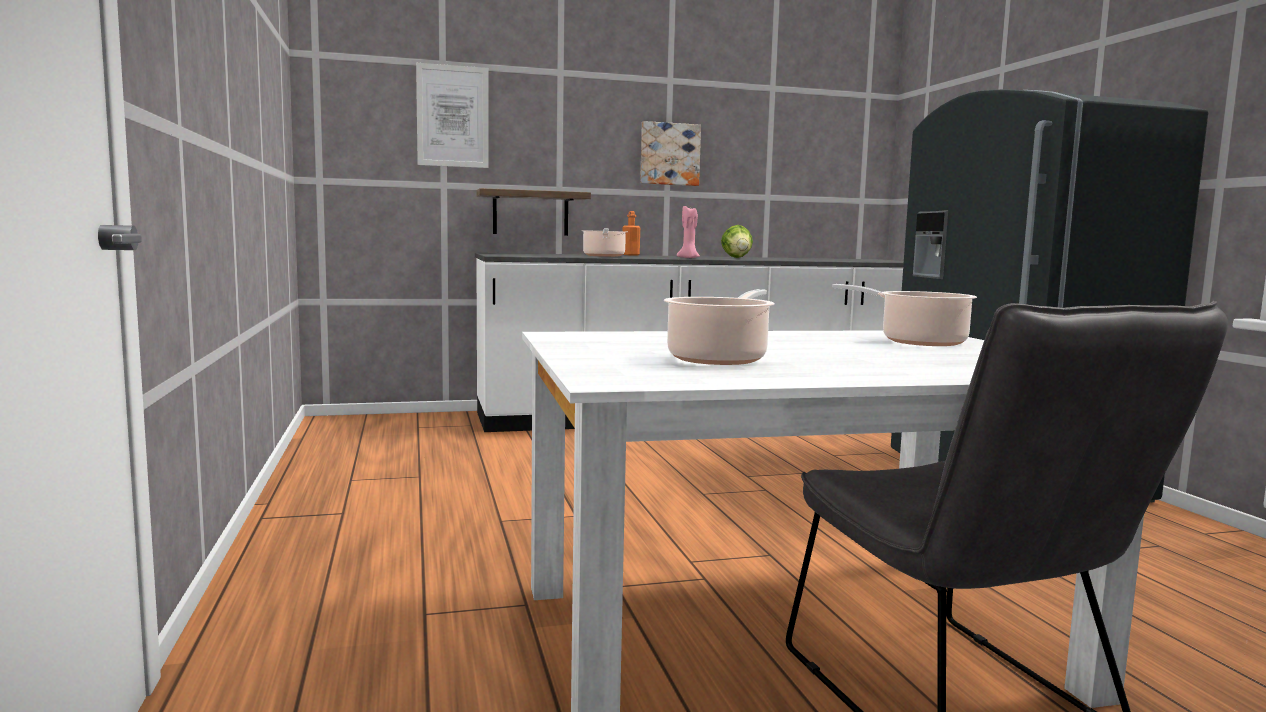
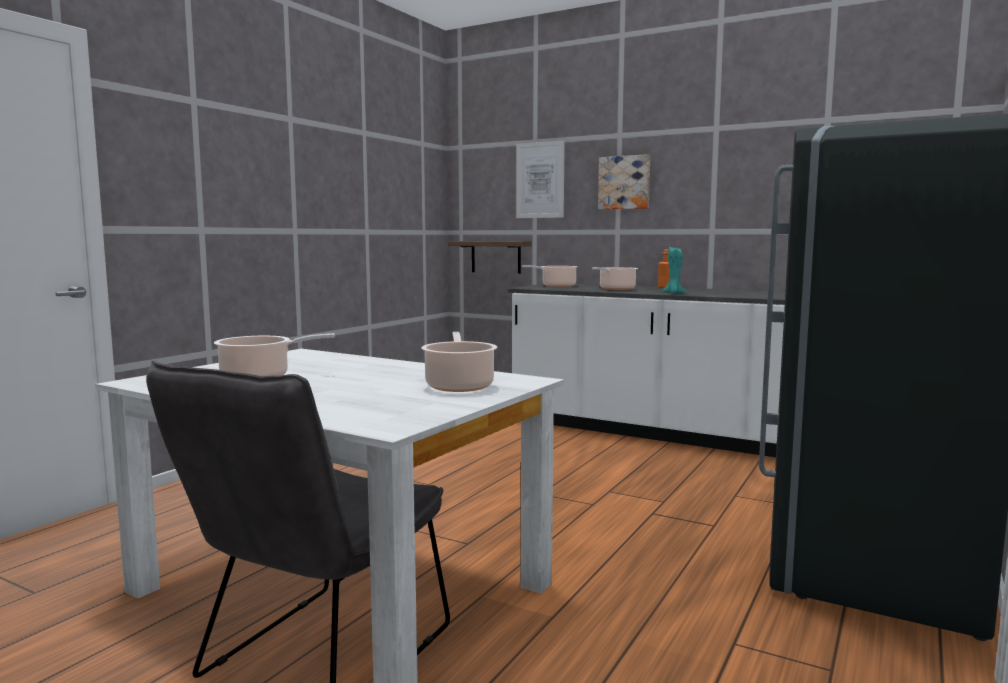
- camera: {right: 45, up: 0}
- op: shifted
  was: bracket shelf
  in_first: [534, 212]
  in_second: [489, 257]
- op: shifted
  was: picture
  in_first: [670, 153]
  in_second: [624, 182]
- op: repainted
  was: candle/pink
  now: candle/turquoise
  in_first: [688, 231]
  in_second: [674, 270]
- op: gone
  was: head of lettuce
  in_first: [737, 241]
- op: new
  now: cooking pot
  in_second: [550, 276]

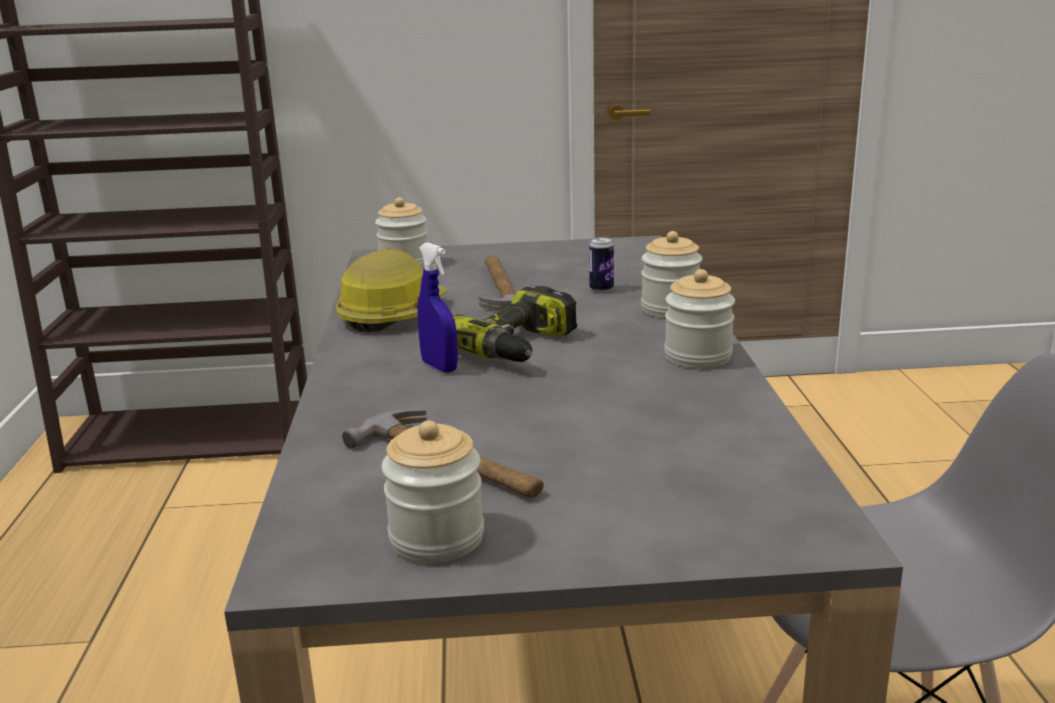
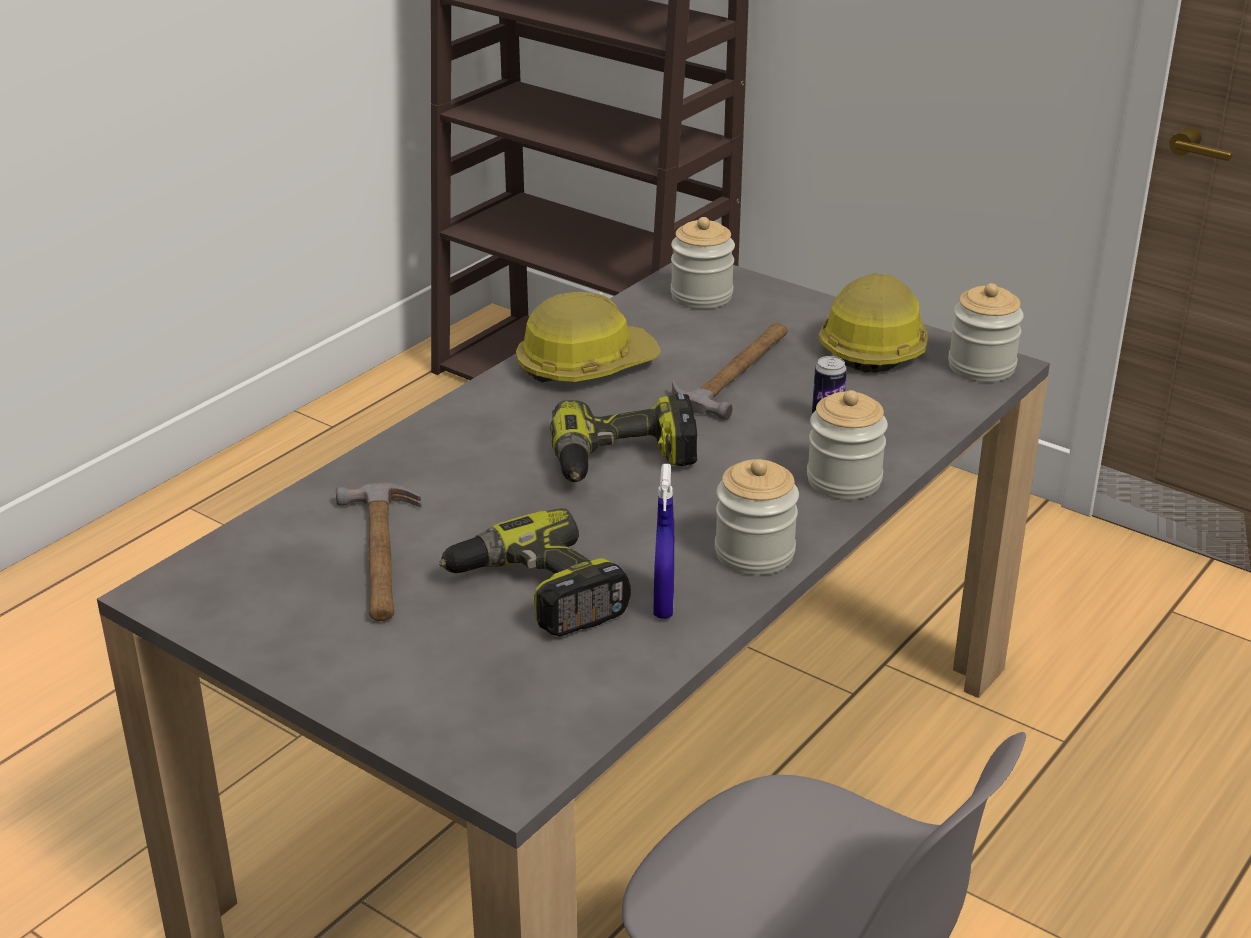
- camera: {right: 40, up: 10}
- op: shifted
  was: jar
  in_first: [432, 491]
  in_second: [986, 332]
- op: shifted
  was: sprayer/blue-coloured
  in_first: [438, 307]
  in_second: [663, 541]
- op: new
  now: power drill
  in_second: [535, 572]
- op: new
  now: work helmet
  in_second: [873, 323]

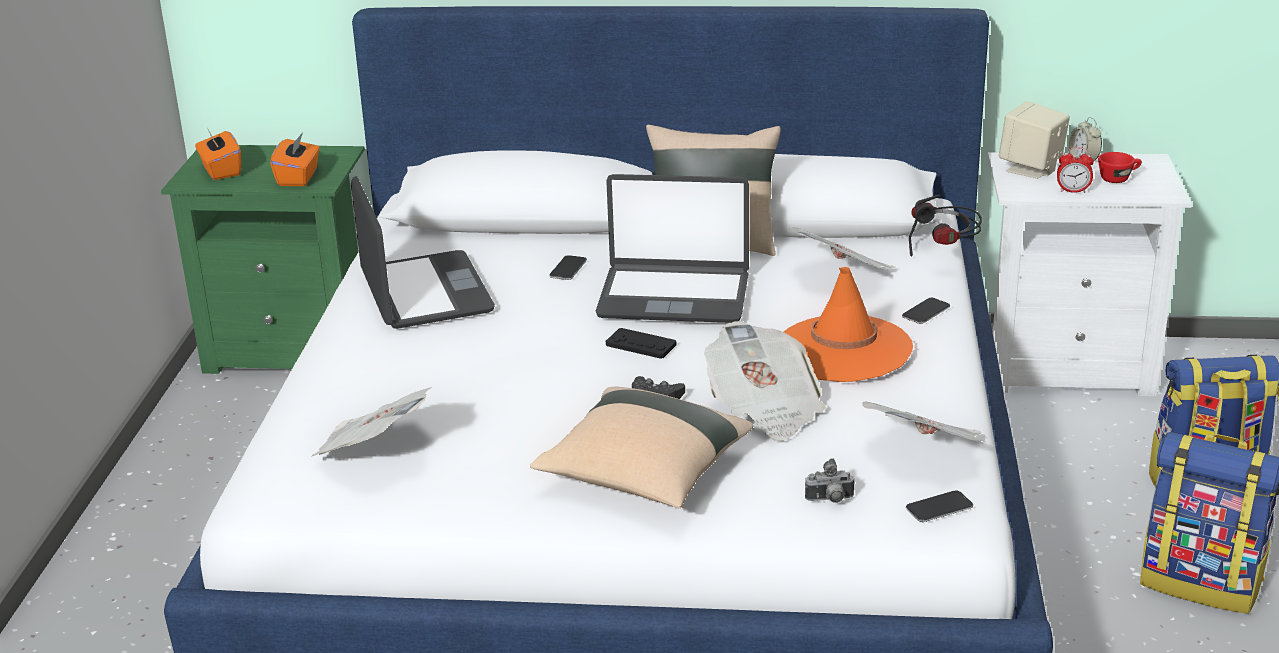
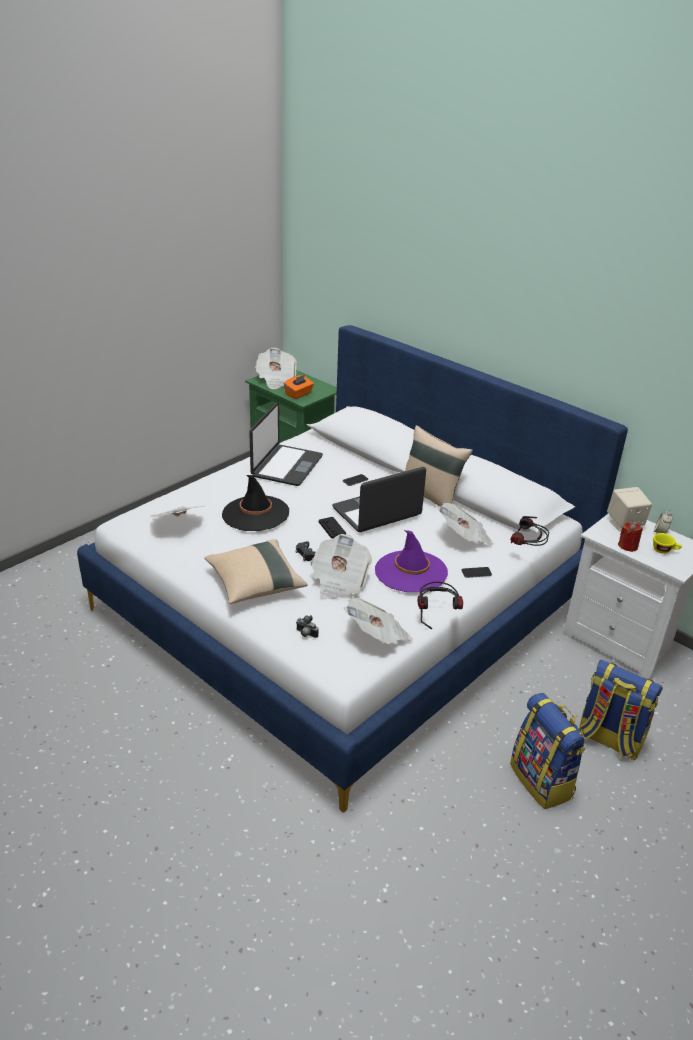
- camera: {right: 35, up: 5}
- op: swapped
  was: box of tissues/orange
  now: newspaper
  in_first: [218, 154]
  in_second: [276, 368]
- op: rotated
  was: notebook computer
  in_first: [672, 248]
  in_second: [379, 499]
  clockwise: 105
- op: repainted
  was: wearable hat/orange
  now: wearable hat/purple-coloured
  in_first: [848, 324]
  in_second: [411, 561]
- op: gone
  was: handset
  in_first: [939, 506]
- op: swapped
  was: bedside clock
  now: candle/reddish
  in_first: [1075, 170]
  in_second: [630, 537]
- op: repainted
  was: small cup/reddish
  now: small cup/yellowish
  in_first: [1120, 167]
  in_second: [667, 543]
- op: new
  now: wearable hat/black
  in_second: [255, 503]
- op: new
  now: headphones
  in_second: [440, 605]

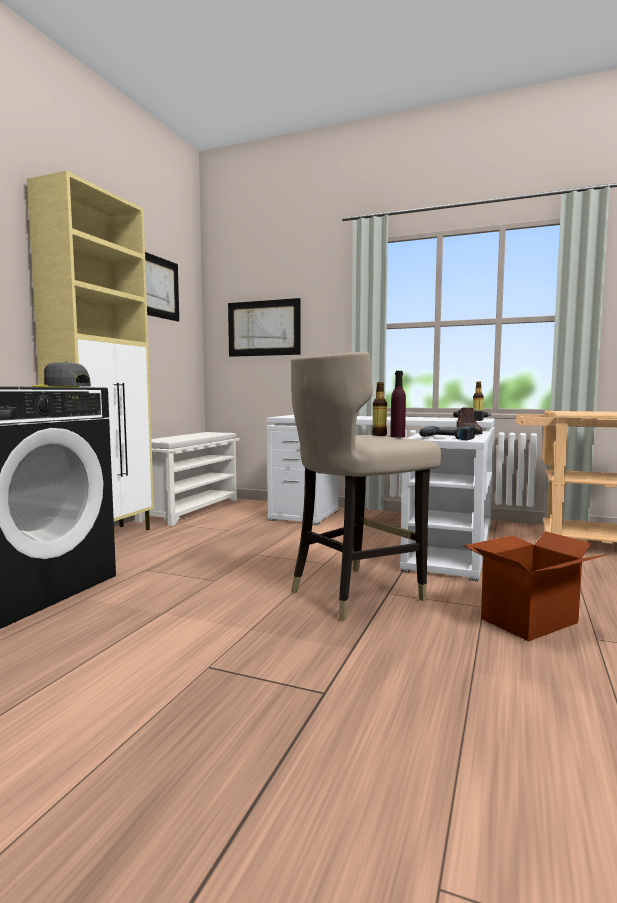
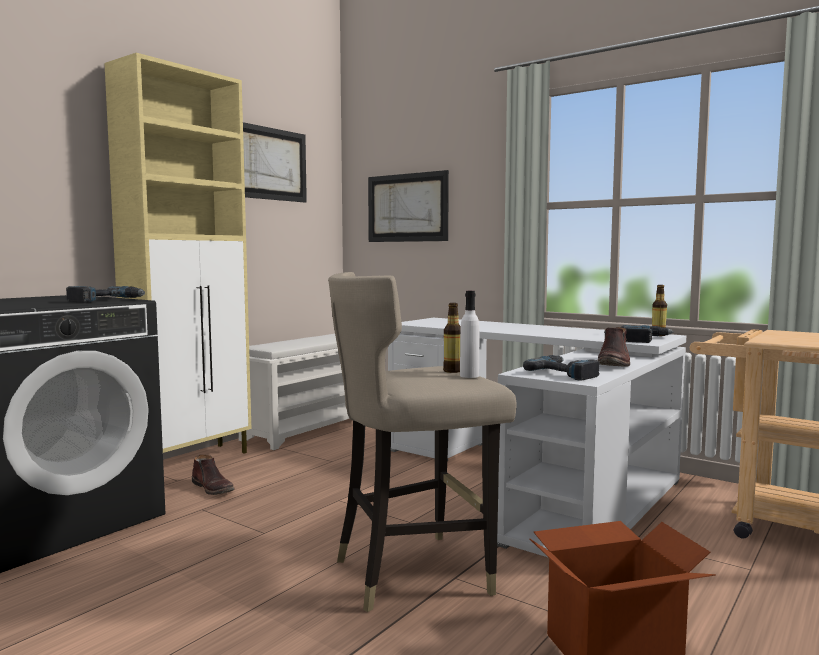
- camera: {right: 15, up: 0}
- op: swapped
  was: cap/greyish
  now: power drill
  in_first: [61, 374]
  in_second: [105, 294]
- op: repainted
  was: drink bottle/purple-coloured
  now: drink bottle/white
  in_first: [398, 404]
  in_second: [470, 334]
- op: new
  now: high-top boot/brown
  in_second: [213, 474]

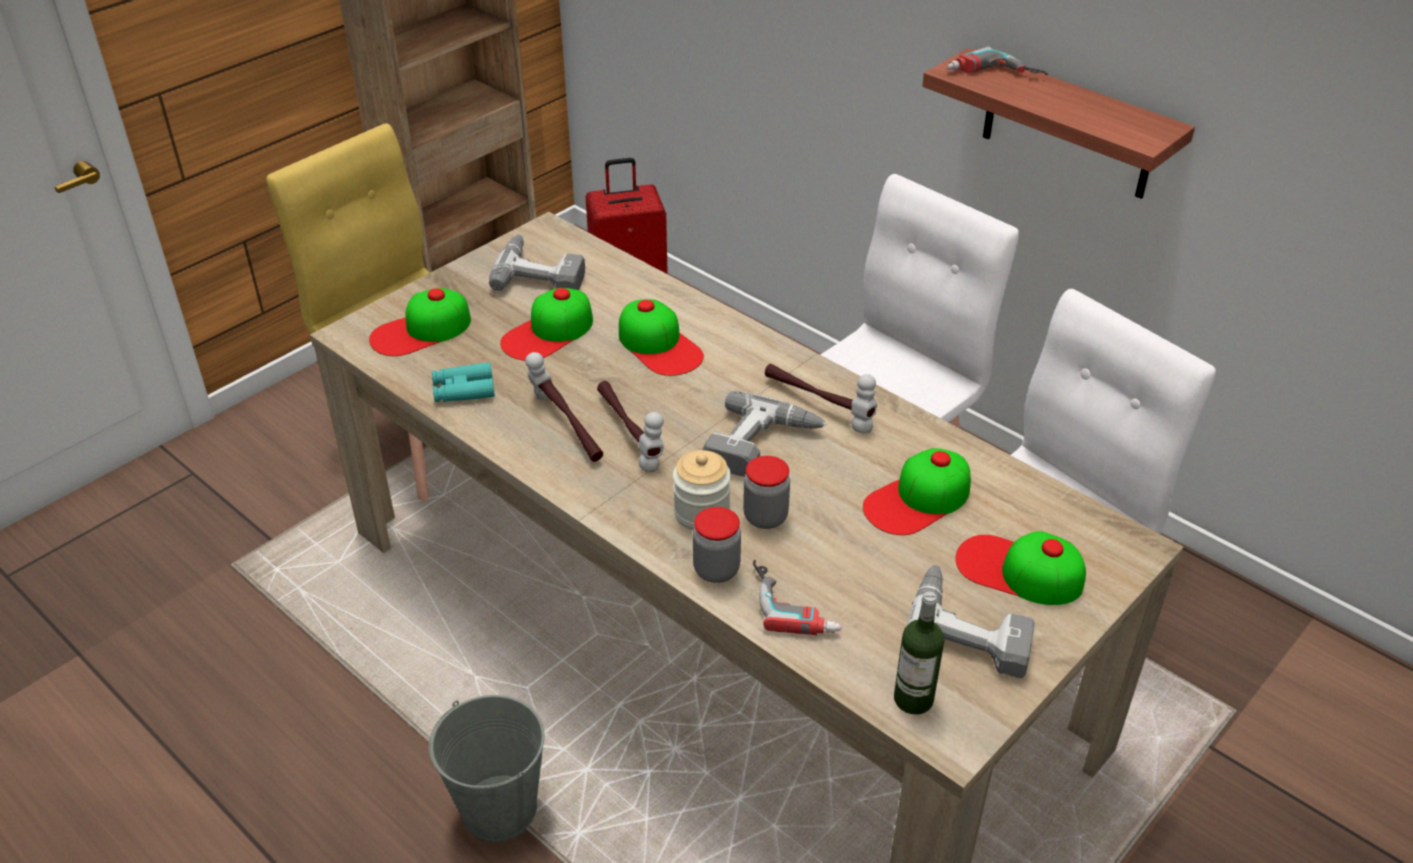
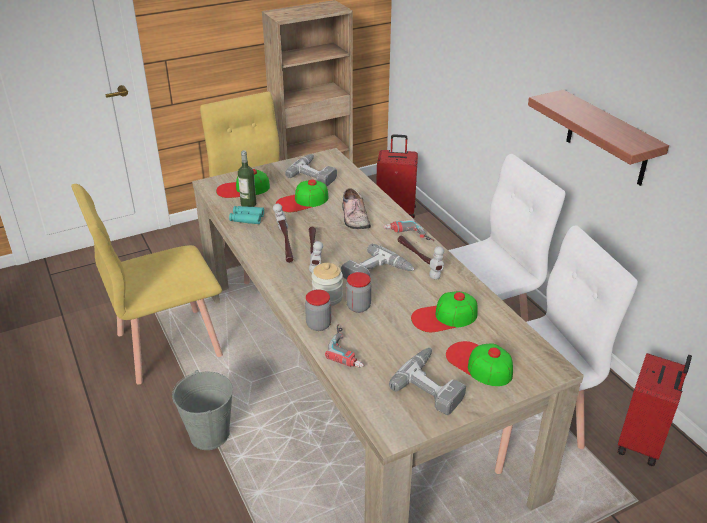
- camera: {right: 20, up: -5}
- op: swapped
  was: cap
  now: item of footwear
  in_first: [661, 337]
  in_second: [356, 208]
- op: shifted
  was: drink bottle
  in_first: [919, 653]
  in_second: [247, 178]
- op: shifted
  was: power drill
  in_first: [997, 60]
  in_second: [409, 230]
- op: new
  now: upright chair/yellowish
  in_second: [147, 284]
- op: new
  now: piece of luggage/reddish
  in_second: [654, 409]

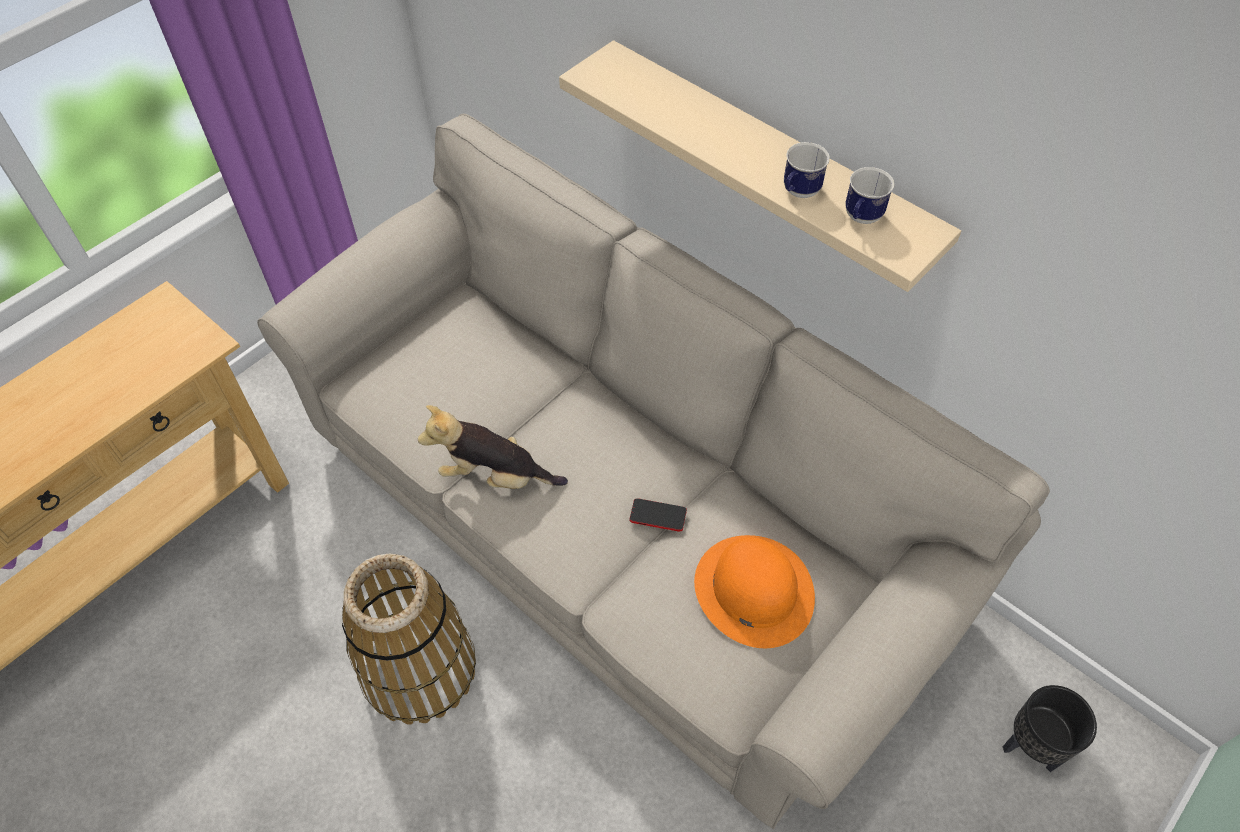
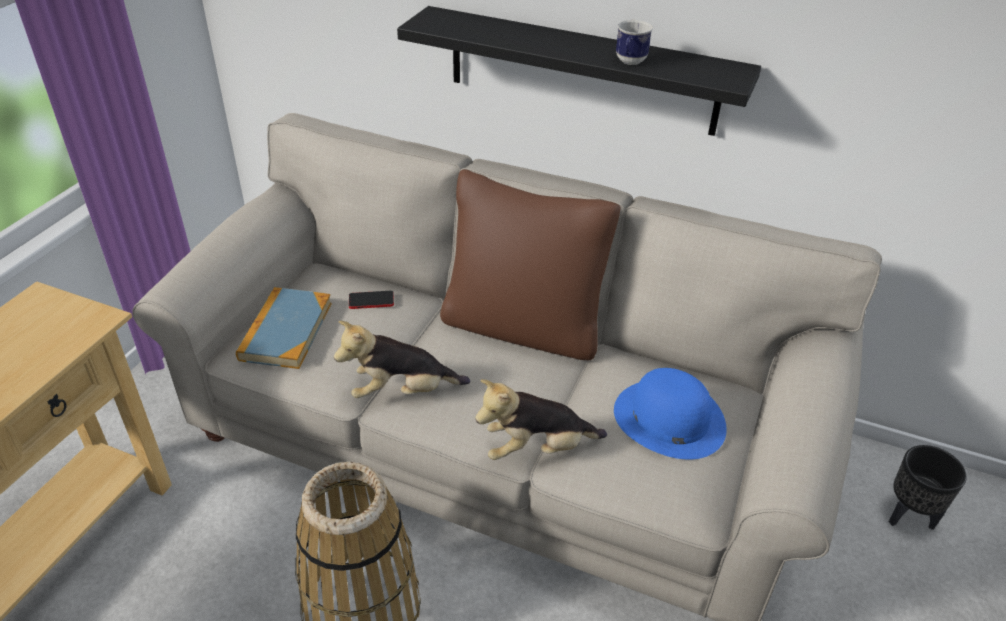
- camera: {right: -20, up: -15}
- op: repainted
  was: bracket shelf/beige
  now: bracket shelf/black
  in_first: [760, 166]
  in_second: [579, 71]
- op: shifted
  was: handset
  in_first: [658, 515]
  in_second: [371, 300]
- op: repainted
  was: wearable hat/orange
  now: wearable hat/blue-coloured
  in_first: [754, 591]
  in_second: [670, 414]
- op: gone
  was: mug
  in_first: [870, 195]
- op: new
  now: bound book
  in_second: [283, 328]
- op: new
  now: pillow/brown
  in_second: [530, 264]
- op: new
  now: soft toy
  in_second: [541, 419]

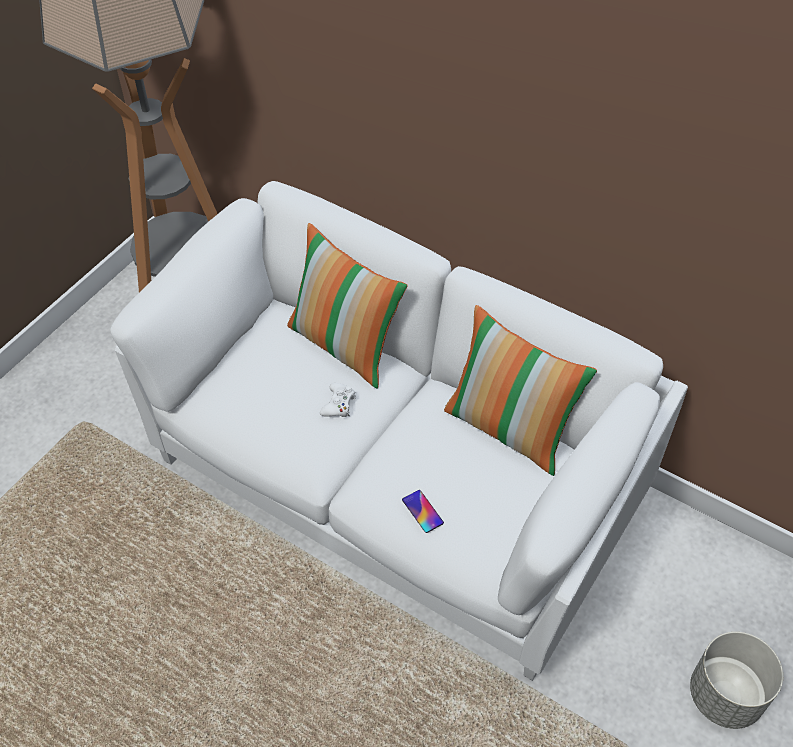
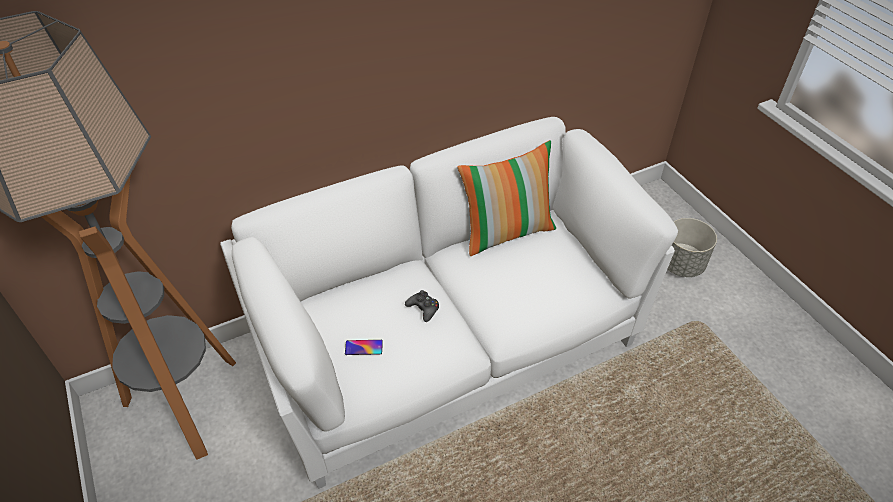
- camera: {right: -60, up: -5}
- op: gone
  was: pillow
  in_first: [347, 306]
- op: repainted
  was: gamepad/white
  now: gamepad/black
  in_first: [338, 400]
  in_second: [422, 306]
- op: shifted
  was: handset
  in_first: [423, 511]
  in_second: [364, 347]

